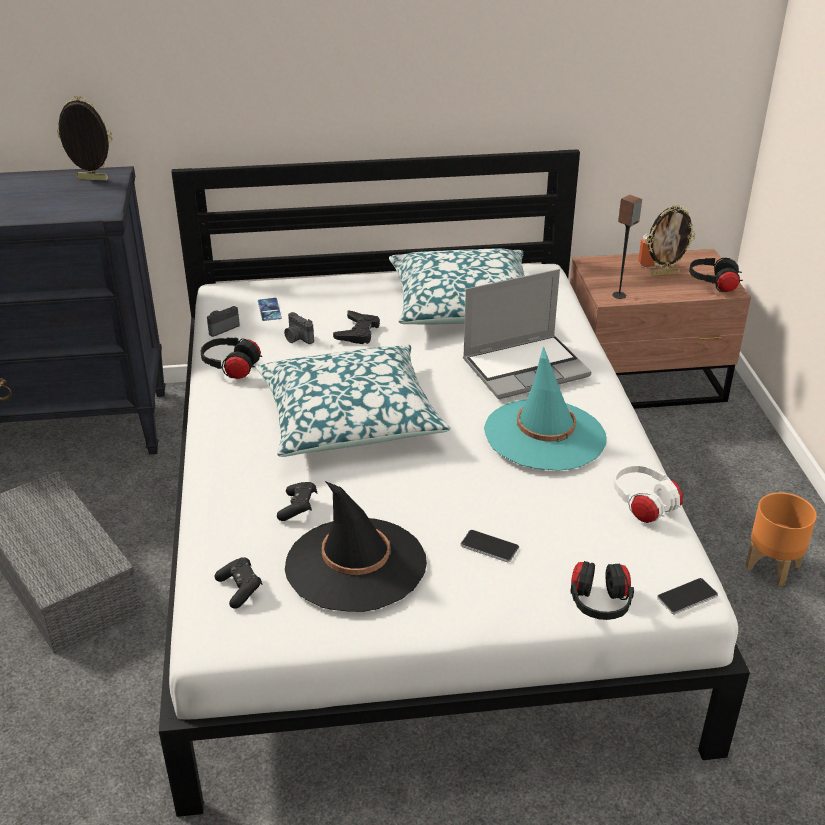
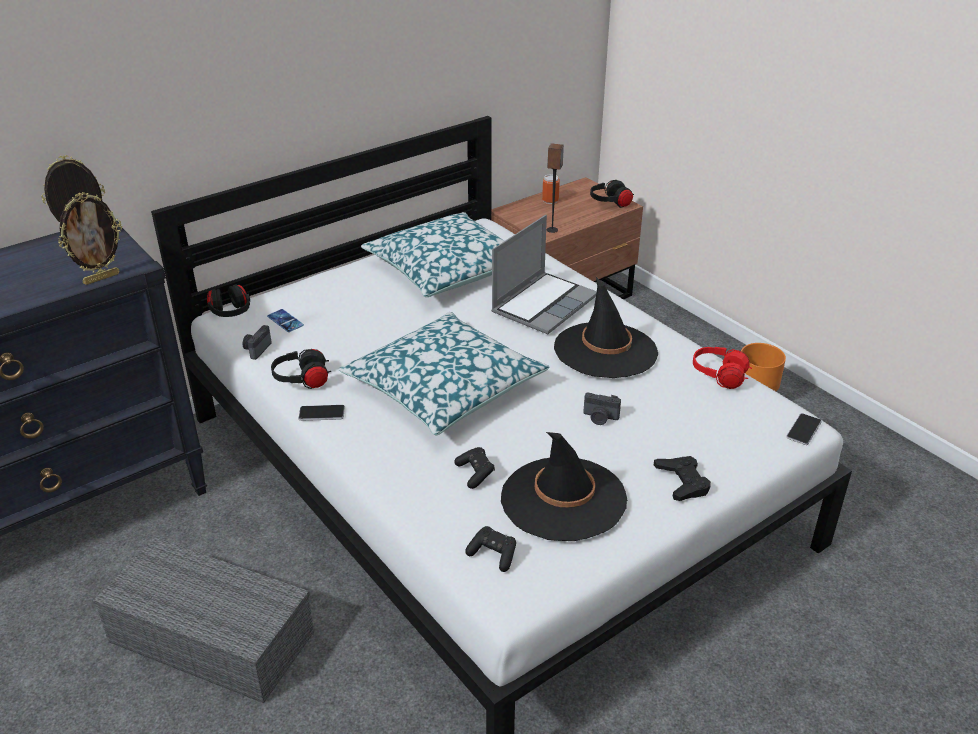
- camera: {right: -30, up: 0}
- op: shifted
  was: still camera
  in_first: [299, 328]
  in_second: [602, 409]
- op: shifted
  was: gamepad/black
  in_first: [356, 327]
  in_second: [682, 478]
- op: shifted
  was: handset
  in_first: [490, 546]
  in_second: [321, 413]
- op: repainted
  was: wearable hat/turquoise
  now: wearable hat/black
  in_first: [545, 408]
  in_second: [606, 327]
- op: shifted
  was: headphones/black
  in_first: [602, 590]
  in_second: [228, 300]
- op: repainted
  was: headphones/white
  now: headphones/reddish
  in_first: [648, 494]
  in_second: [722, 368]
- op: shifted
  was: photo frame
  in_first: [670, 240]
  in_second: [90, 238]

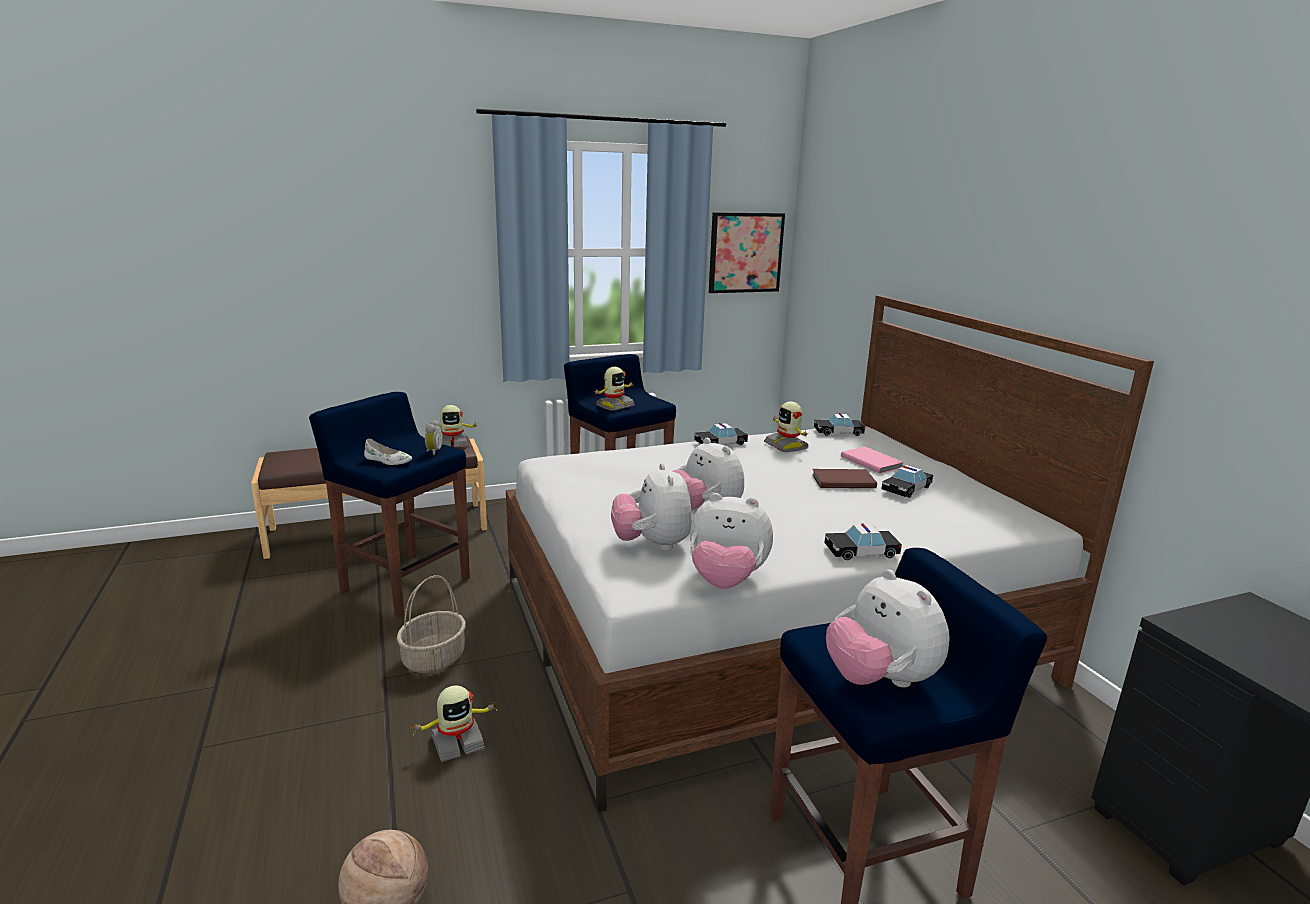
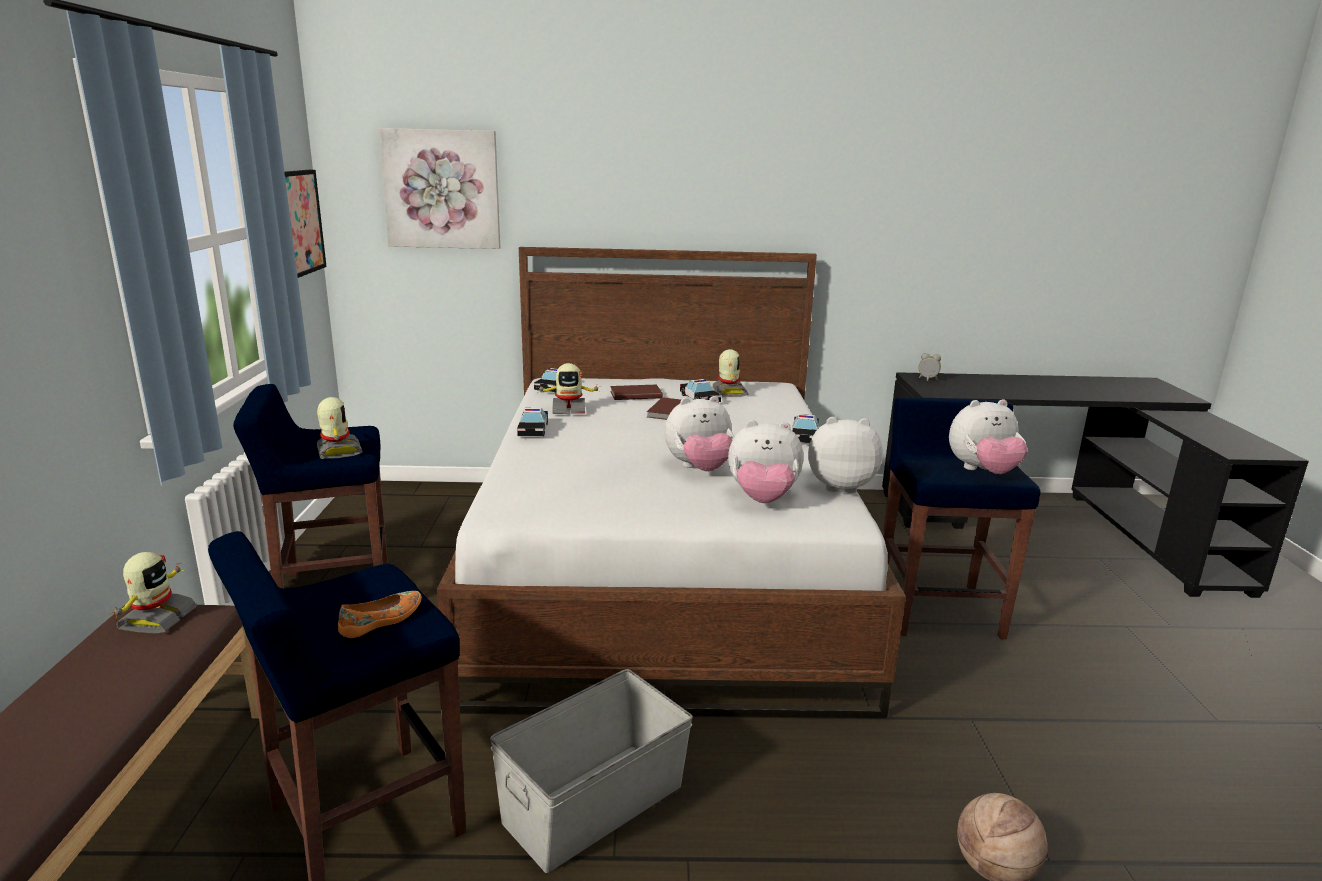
- camera: {right: -70, up: 0}
- op: repainted
  was: item of footwear/white
  now: item of footwear/orange
  in_first: [388, 452]
  in_second: [380, 614]
- op: swapped
  was: storage basket
  now: storage container/greyish
  in_first: [431, 624]
  in_second: [591, 771]
- op: shifted
  was: toy robot
  in_first: [454, 723]
  in_second: [730, 373]
- op: shifted
  was: bedside clock
  in_first: [434, 437]
  in_second: [930, 367]
- op: rotated
  was: soft toy
  in_first: [731, 541]
  in_second: [845, 455]
  clockwise: -120
- op: repainted
  was: bound book/pink
  now: bound book/brown
  in_first: [872, 460]
  in_second: [636, 392]
- op: new
  now: picture
  in_second: [439, 188]

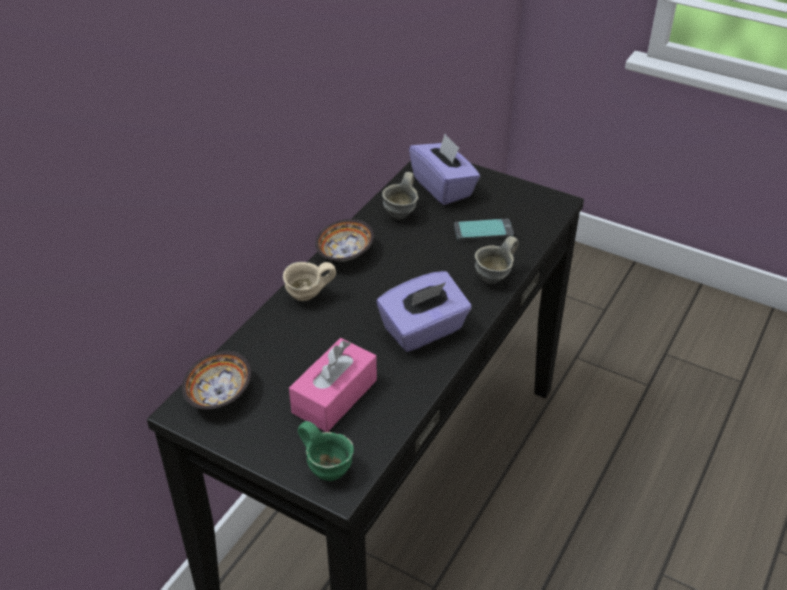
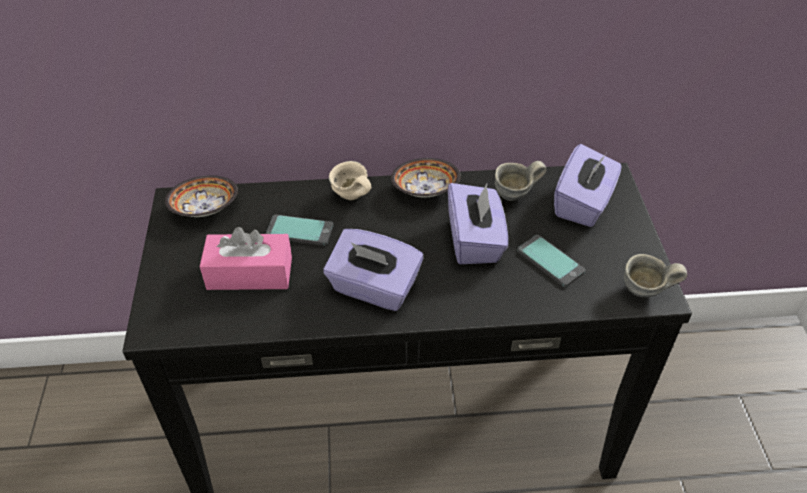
- camera: {right: 55, up: 5}
- op: gone
  was: mug/green
  in_first: [326, 451]
- op: shifted
  was: mug/greyish
  in_first: [497, 260]
  in_second: [655, 275]
- op: new
  now: handset
  in_second: [299, 230]
- op: new
  now: box of tissues/purple-coloured
  in_second: [478, 223]

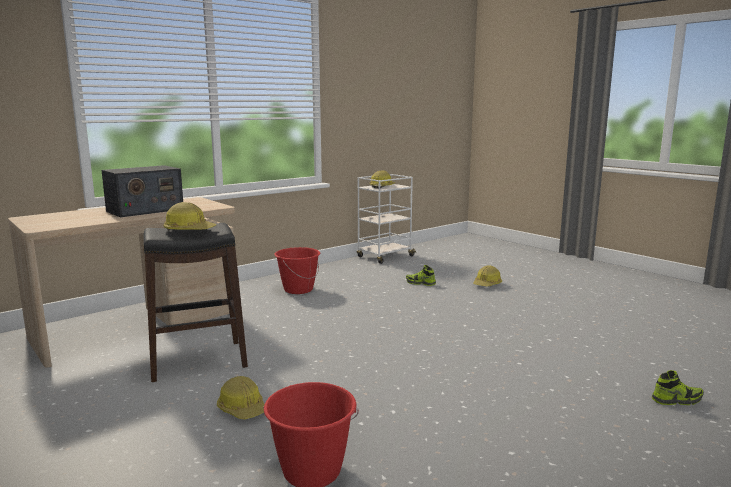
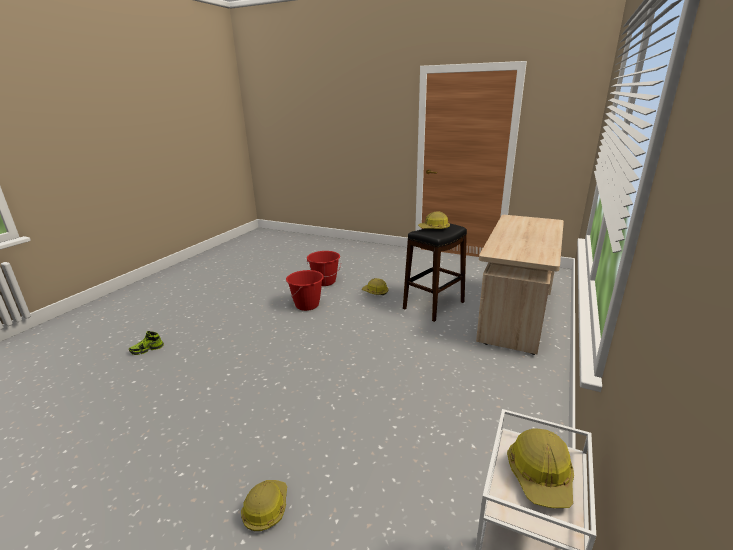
- camera: {right: 155, up: 10}
- op: gone
  was: radio receiver
  in_first: [142, 191]
- op: shifted
  was: water bucket/reddish
  in_first: [297, 270]
  in_second: [305, 290]
- op: gone
  was: item of footwear
  in_first: [421, 275]

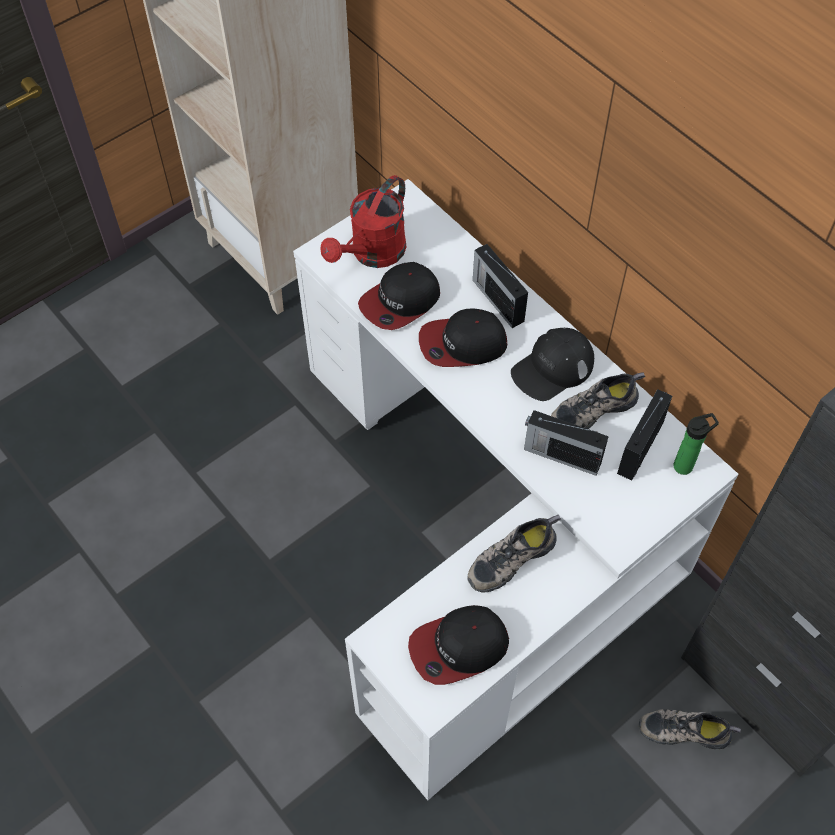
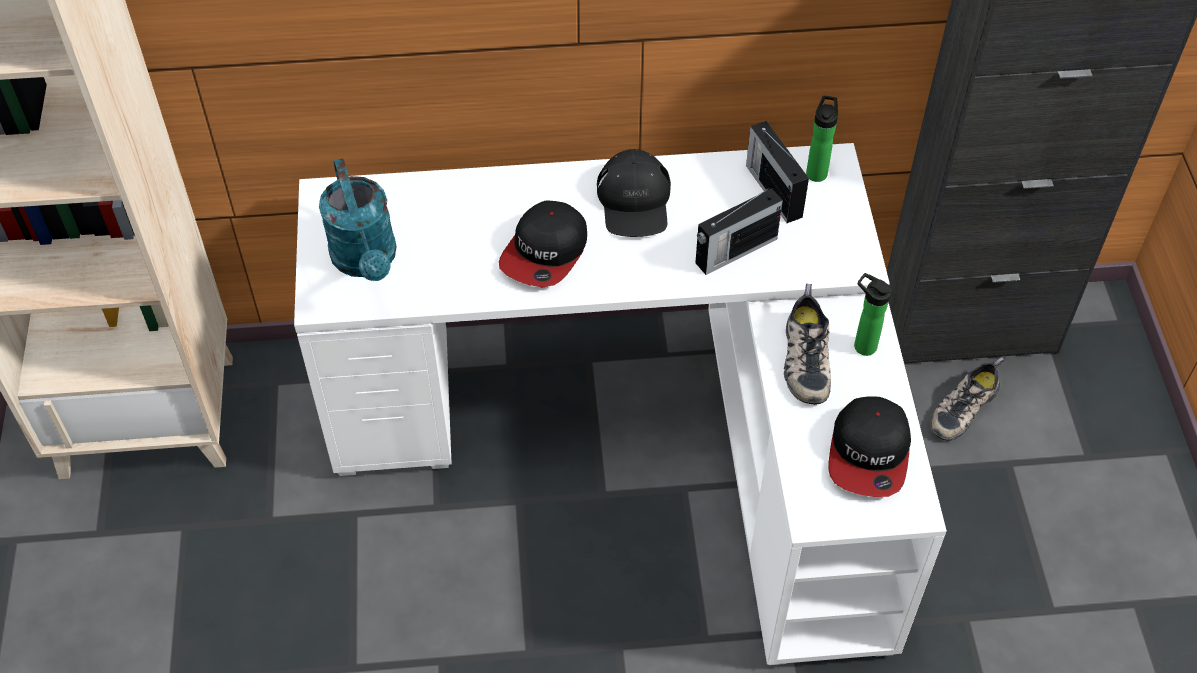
- camera: {right: -55, up: -5}
- op: repainted
  was: sprinkling can/reddish
  now: sprinkling can/turquoise
  in_first: [363, 221]
  in_second: [358, 219]
- op: gone
  was: cap
  in_first: [399, 296]
- op: gone
  was: radio receiver
  in_first: [500, 286]
- op: gone
  was: item of footwear
  in_first: [598, 400]
- op: new
  now: drink bottle
  in_second: [873, 314]

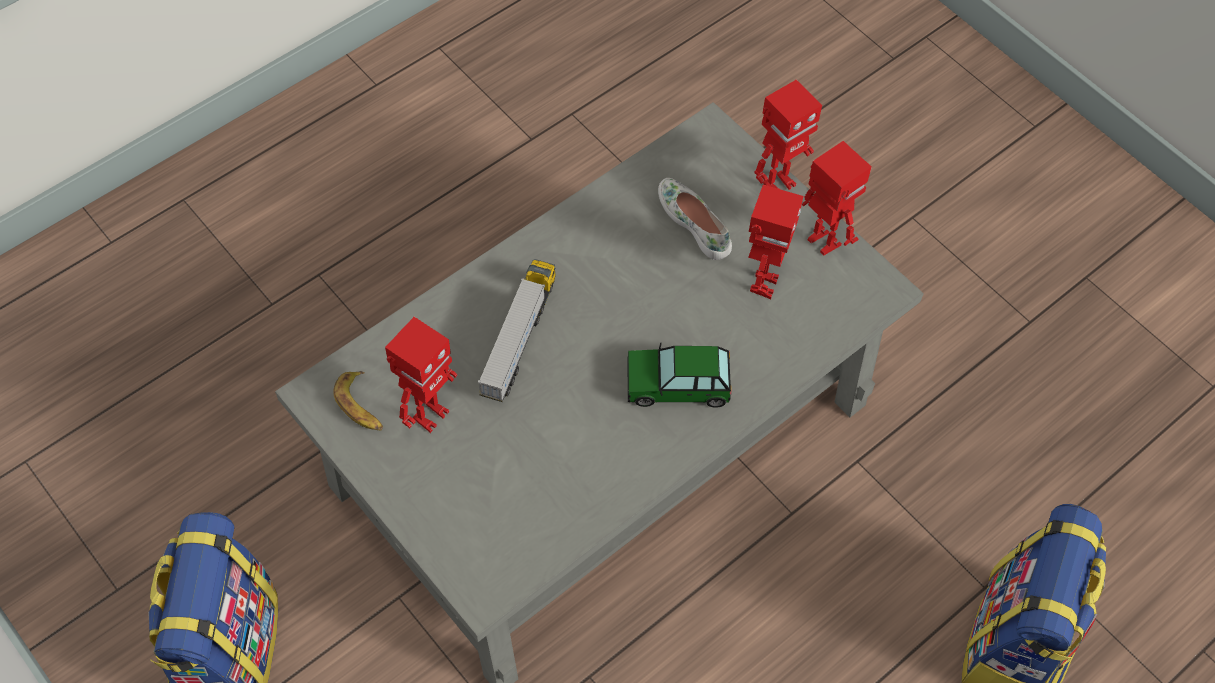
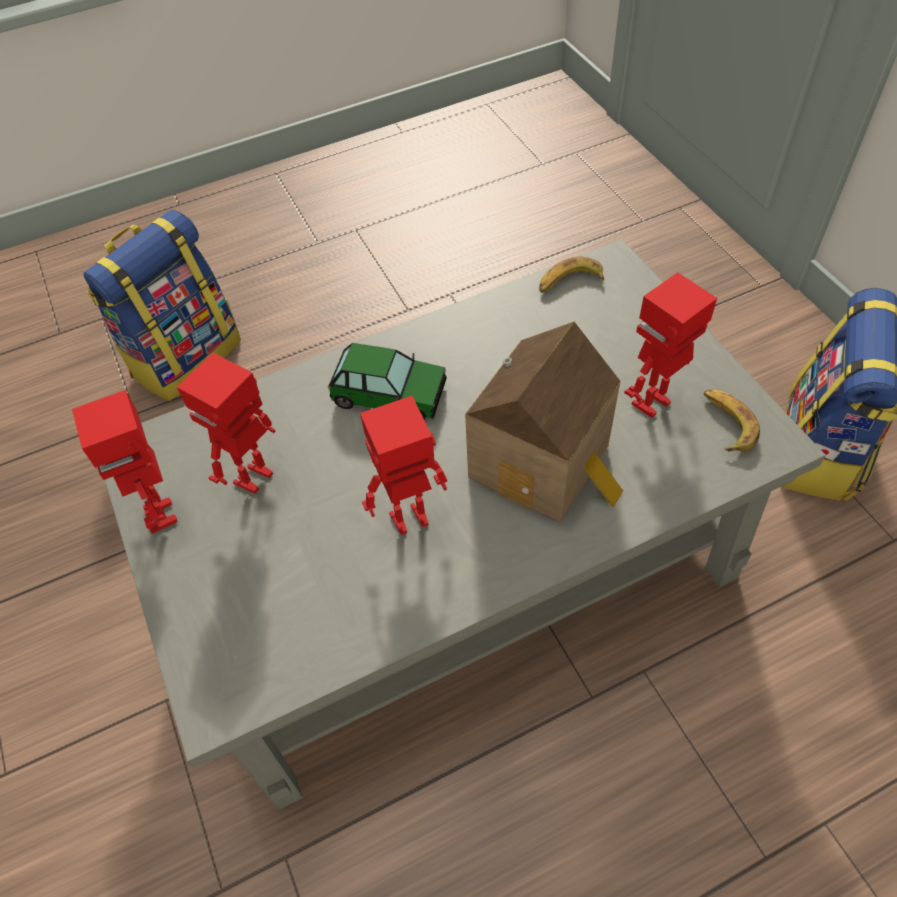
- camera: {right: -160, up: -5}
- op: swapped
  was: model truck
  now: model house
  in_first: [517, 330]
  in_second: [544, 422]
- op: gone
  was: item of footwear/white
  in_first: [695, 219]
- op: shifted
  was: toy robot
  in_first: [788, 135]
  in_second: [403, 465]
- op: new
  now: banana
  in_second: [571, 274]

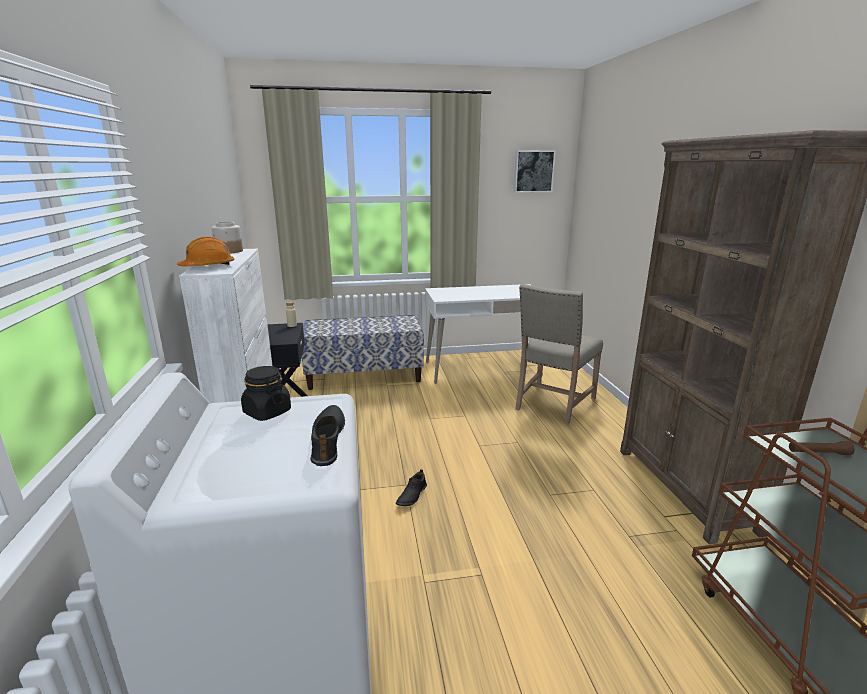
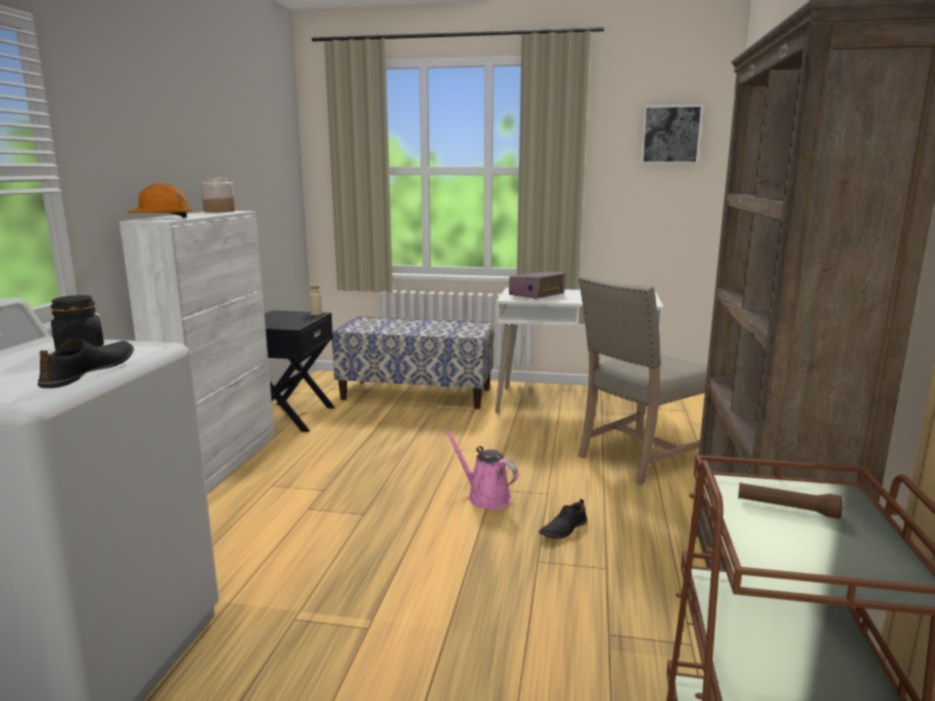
- camera: {right: 20, up: -5}
- op: shifted
  was: item of footwear/black
  in_first: [411, 487]
  in_second: [563, 519]
- op: new
  now: sprinkling can/pink
  in_second: [482, 469]
- op: new
  now: radio receiver
  in_second: [537, 285]

